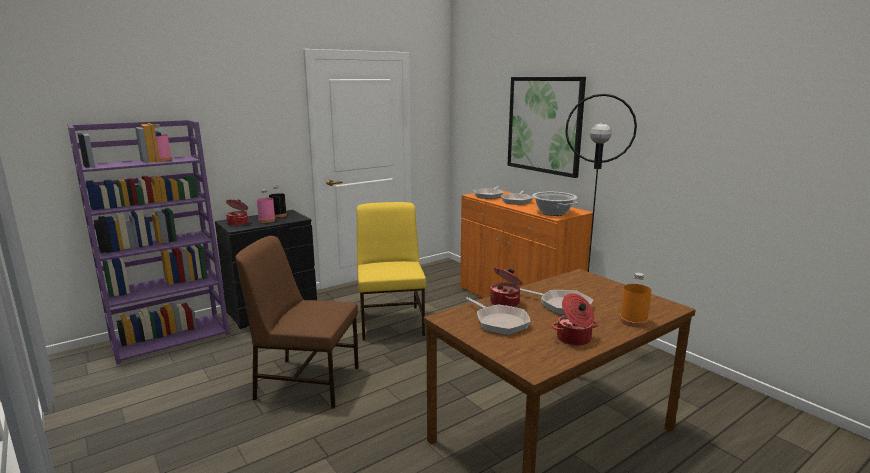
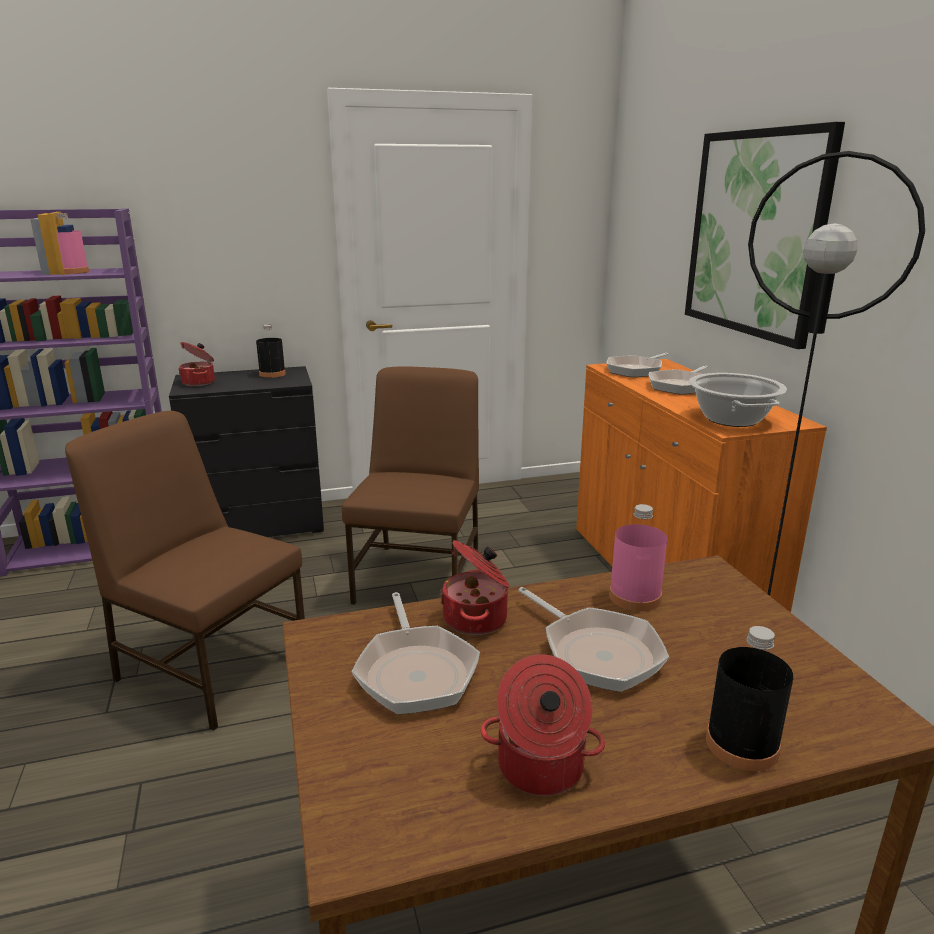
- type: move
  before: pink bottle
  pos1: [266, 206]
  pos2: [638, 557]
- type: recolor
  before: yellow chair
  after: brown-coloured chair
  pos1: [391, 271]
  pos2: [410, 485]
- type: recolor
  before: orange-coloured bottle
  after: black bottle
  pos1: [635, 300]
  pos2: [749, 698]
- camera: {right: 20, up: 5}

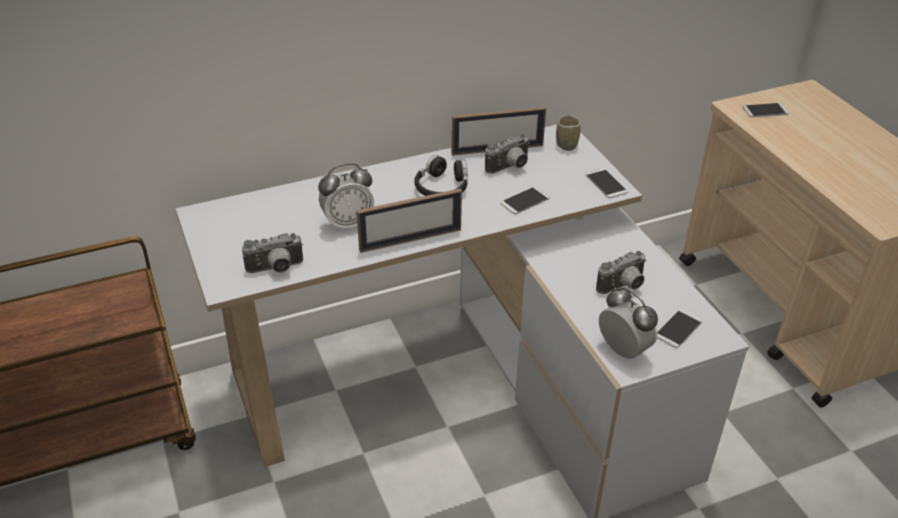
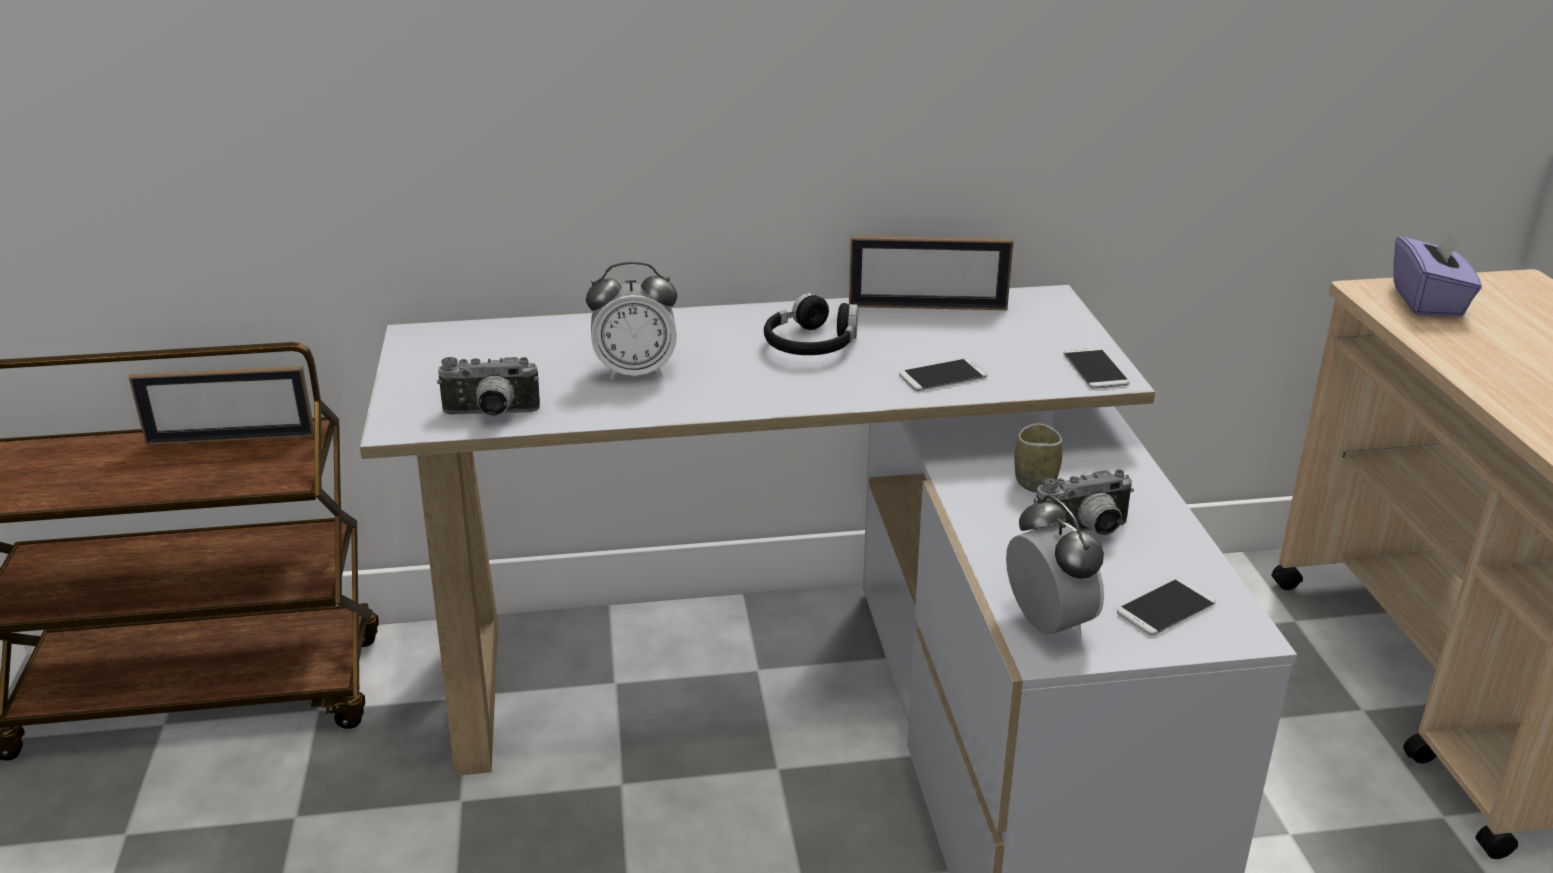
- type: replace
  before: phone
  after: purple tissue box
  pos1: [766, 110]
  pos2: [1438, 271]
- type: move
  before: small cup
  pos1: [568, 133]
  pos2: [1038, 458]
- type: delete
  before: photo camera
  pos1: [507, 154]
- type: move
  before: photo frame
  pos1: [409, 221]
  pos2: [222, 405]
- camera: {right: 15, up: -10}

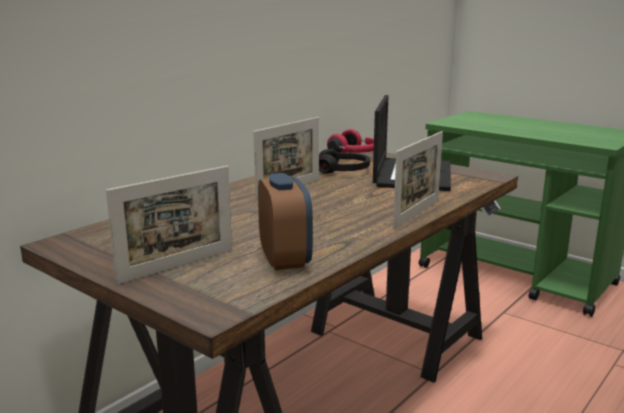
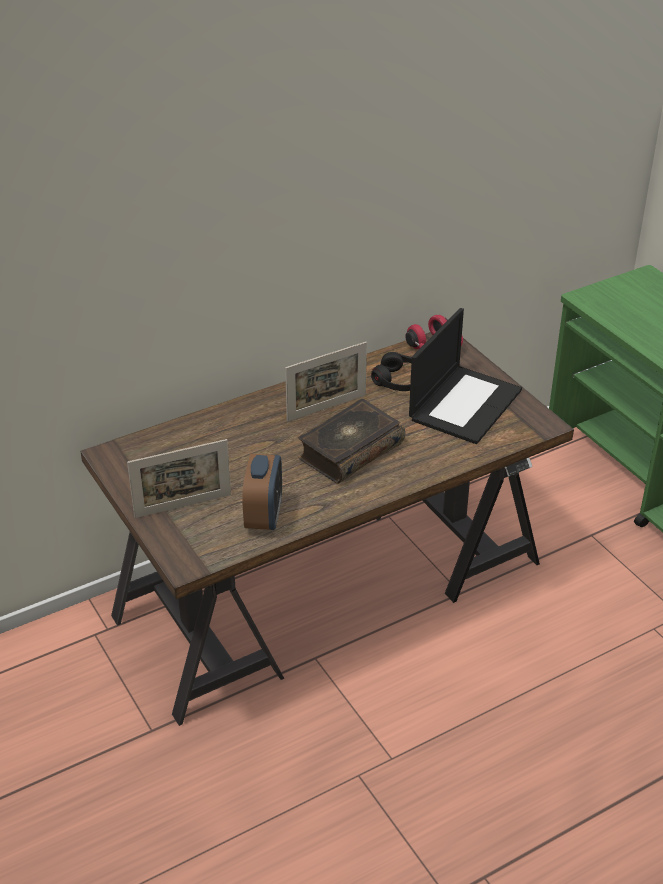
- type: delete
  before: photo frame
  pos1: [418, 180]
- type: insert
  after: volume
  pos2: [351, 441]
- camera: {right: 20, up: 20}

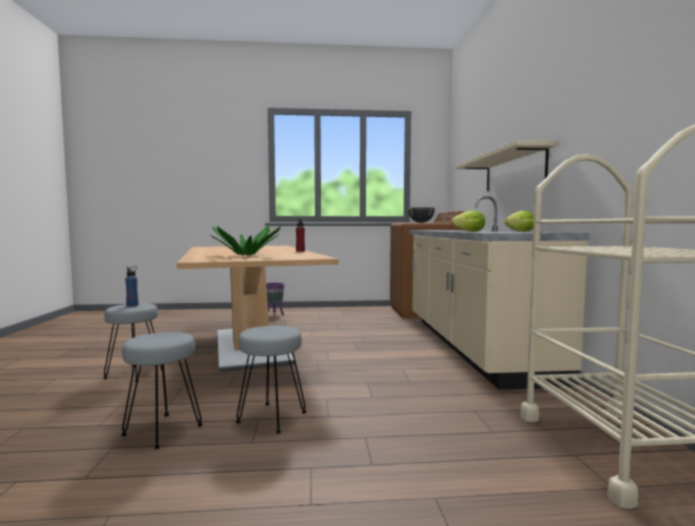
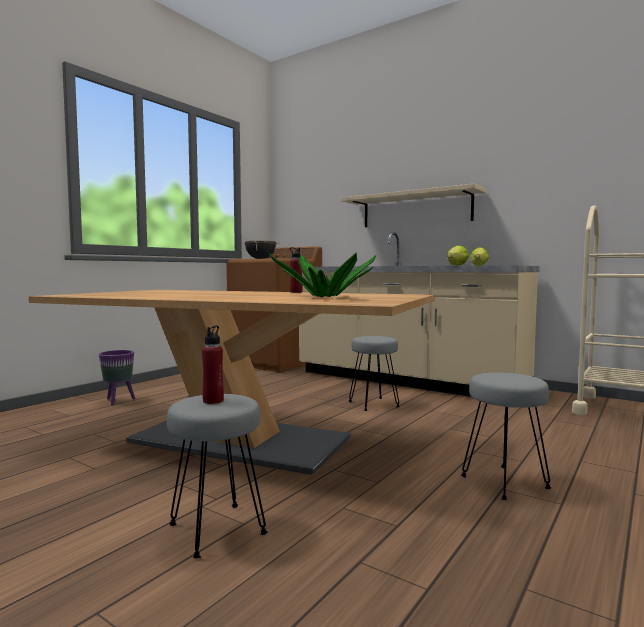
- type: recolor
  before: blue bottle
  after: red bottle
  pos1: [131, 286]
  pos2: [213, 365]
- type: move
  before: greyish stool seat
  pos1: [162, 390]
  pos2: [374, 373]
- camera: {right: -50, up: 0}

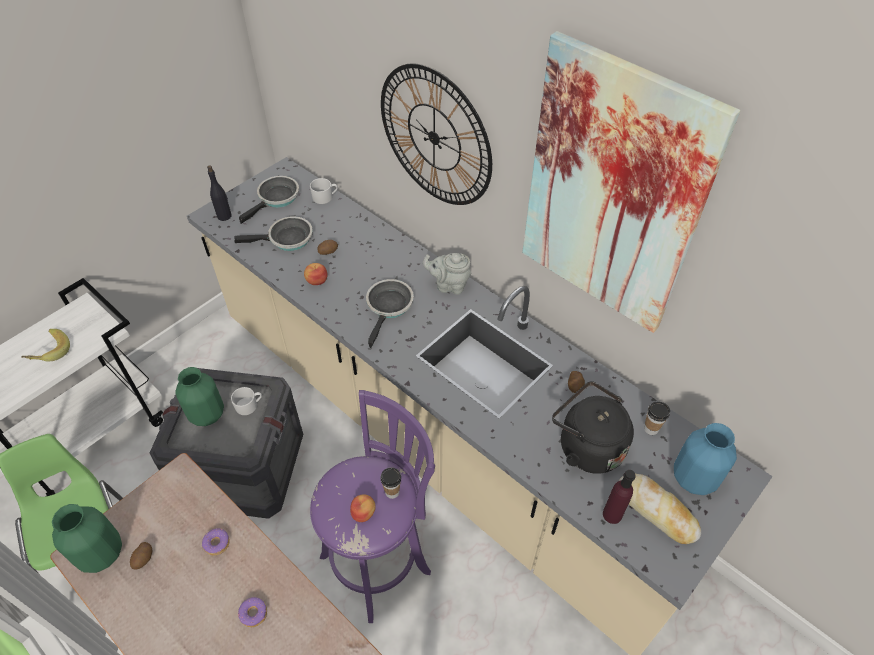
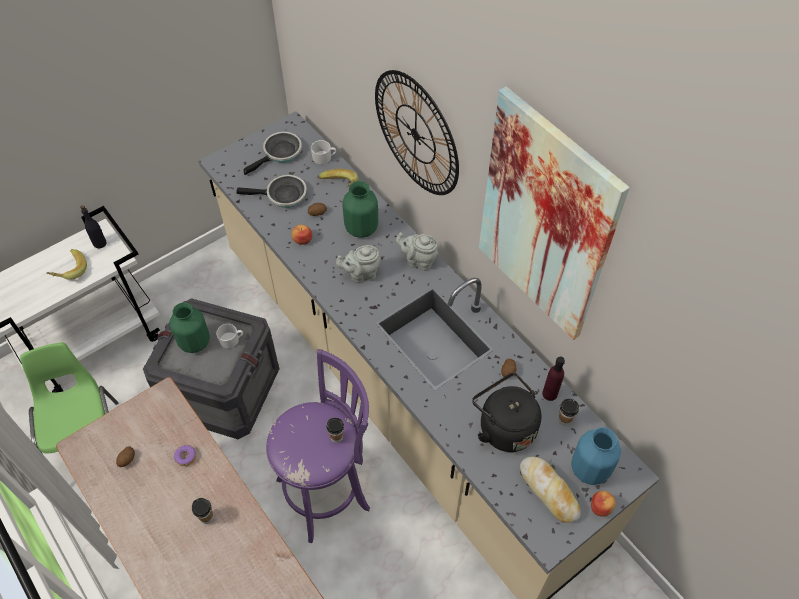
- type: move
  before: black bottle
  pos1: [219, 193]
  pos2: [93, 227]
- type: replace
  before: pan
  after: greyish teapot
  pos1: [390, 313]
  pos2: [358, 264]
- type: move
  before: purple bottle
  pos1: [619, 497]
  pos2: [553, 379]
- type: move
  before: apple fruit
  pos1: [363, 508]
  pos2: [603, 504]
- type: move
  before: green-coloured flower vase
  pos1: [87, 538]
  pos2: [360, 209]
- type: replace
  before: doughnut
  after: small cup
  pos1: [252, 612]
  pos2: [203, 511]
- type: insert
  after: whole banana
  pos2: [338, 178]
- camera: {right: 10, up: 5}

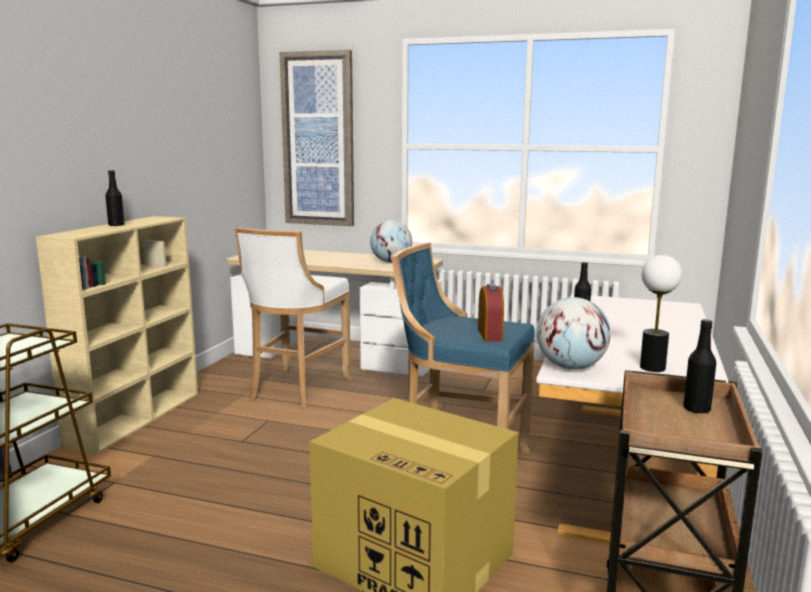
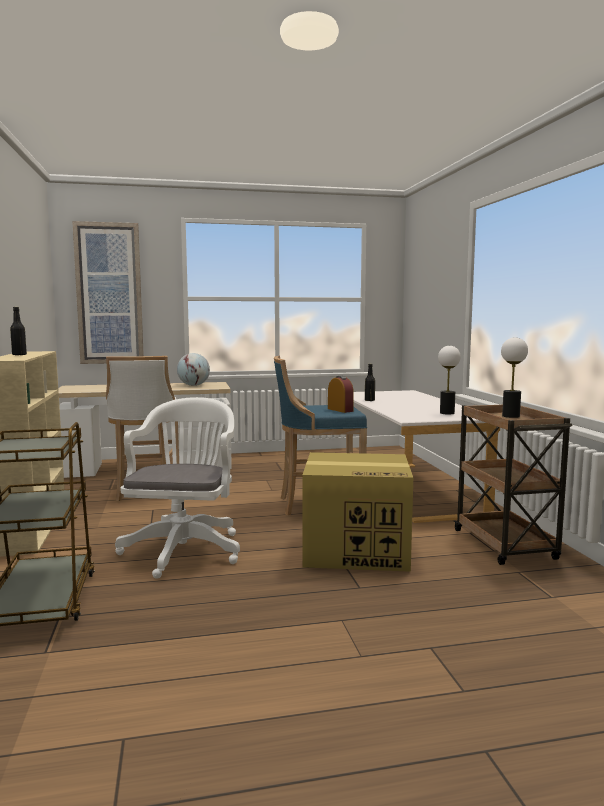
- type: delete
  before: world globe
  pos1: [574, 333]
- type: replace
  before: black bottle
  after: tabletop lamp
  pos1: [699, 366]
  pos2: [514, 377]
- type: insert
  after: white-coloured computer chair
  pos2: [177, 488]
- camera: {right: -30, up: -5}

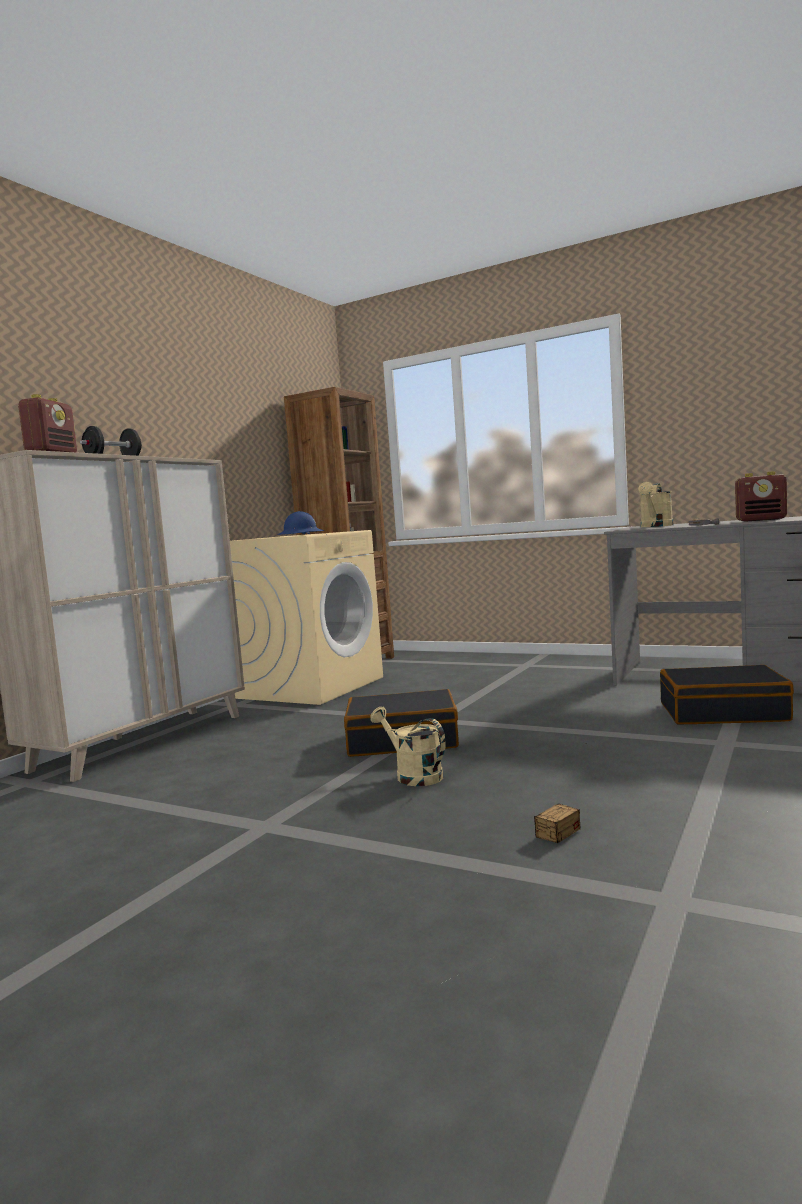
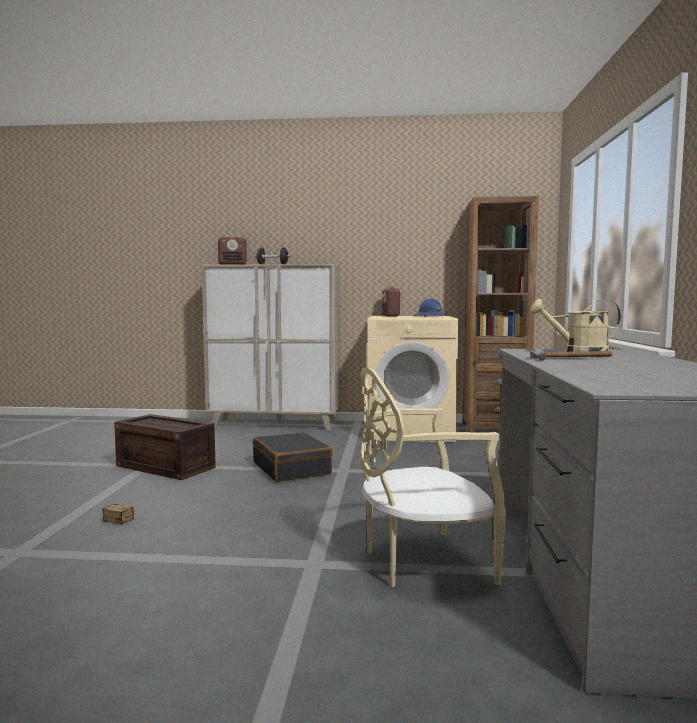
- type: move
  before: radio set
  pos1: [761, 496]
  pos2: [392, 302]
- type: replace
  before: black piece of luggage
  after: beige-coloured chair
  pos1: [727, 694]
  pos2: [433, 477]
- type: delete
  before: beige-coloured watering pot
  pos1: [408, 746]
- type: insert
  after: crate
  pos2: [165, 447]
- camera: {right: 65, up: 0}

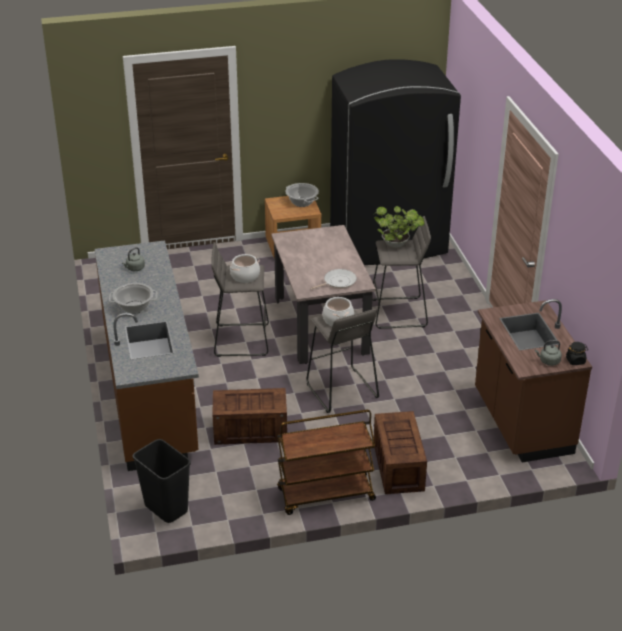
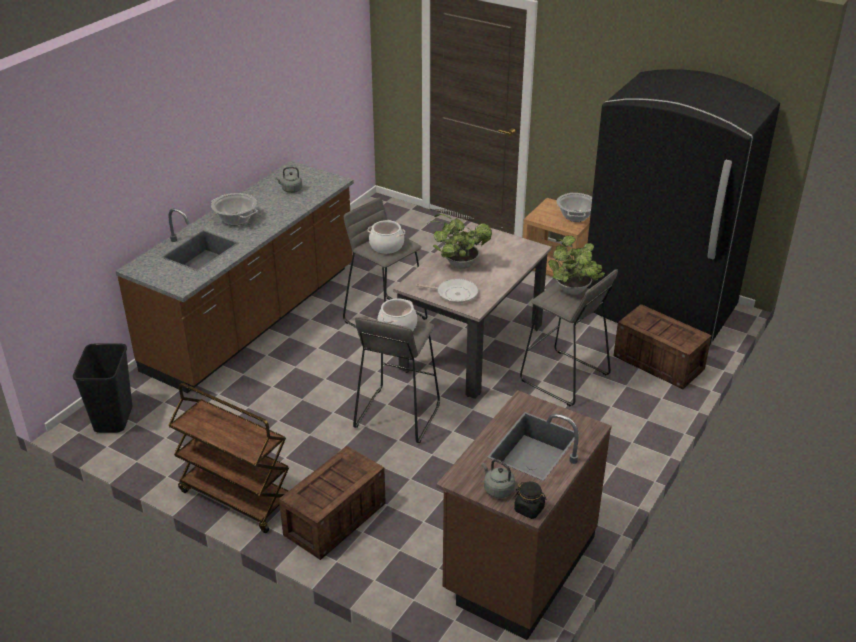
- type: move
  before: crate
  pos1: [249, 416]
  pos2: [662, 346]
- type: insert
  after: houseplant
  pos2: [460, 241]
- camera: {right: 45, up: 0}

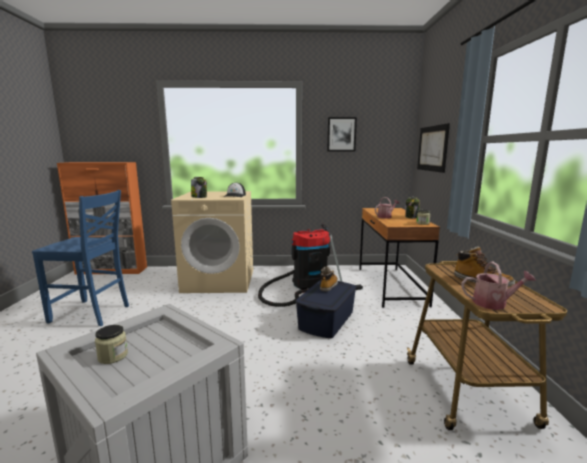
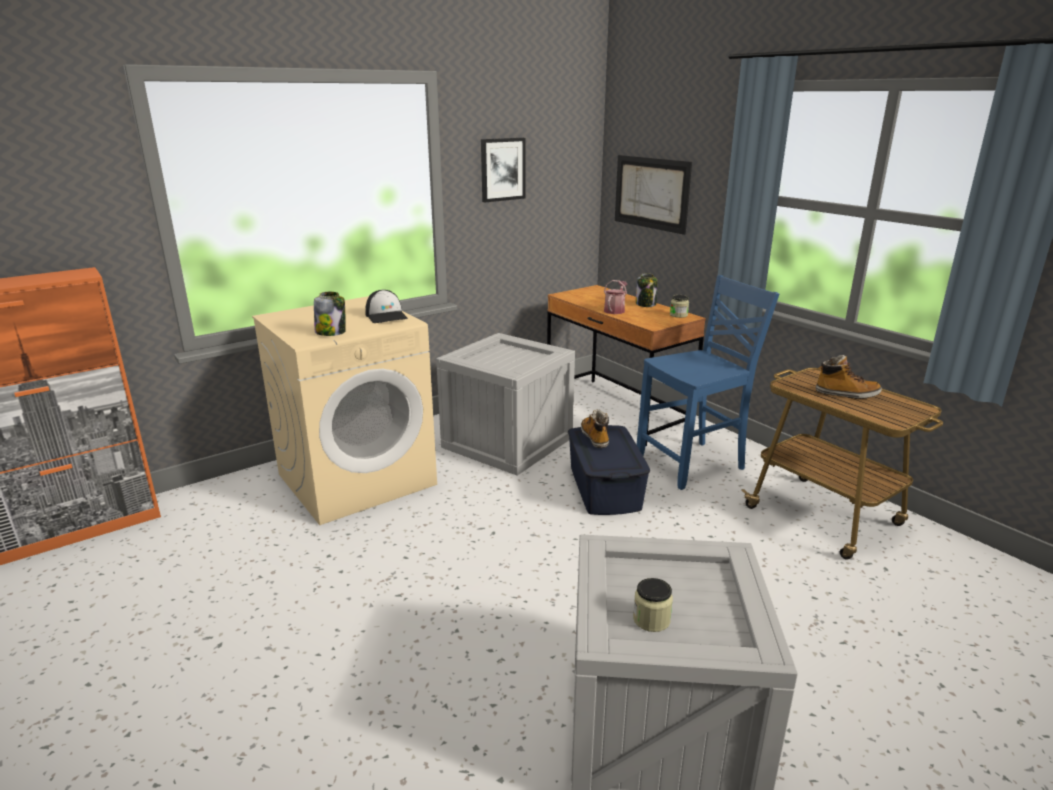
- type: move
  before: blue chair
  pos1: [80, 258]
  pos2: [708, 382]
- type: replace
  before: vacuum
  after: crate
  pos1: [310, 265]
  pos2: [505, 404]
- type: delete
  before: watering pot
  pos1: [498, 285]
- camera: {right: -35, up: 10}

